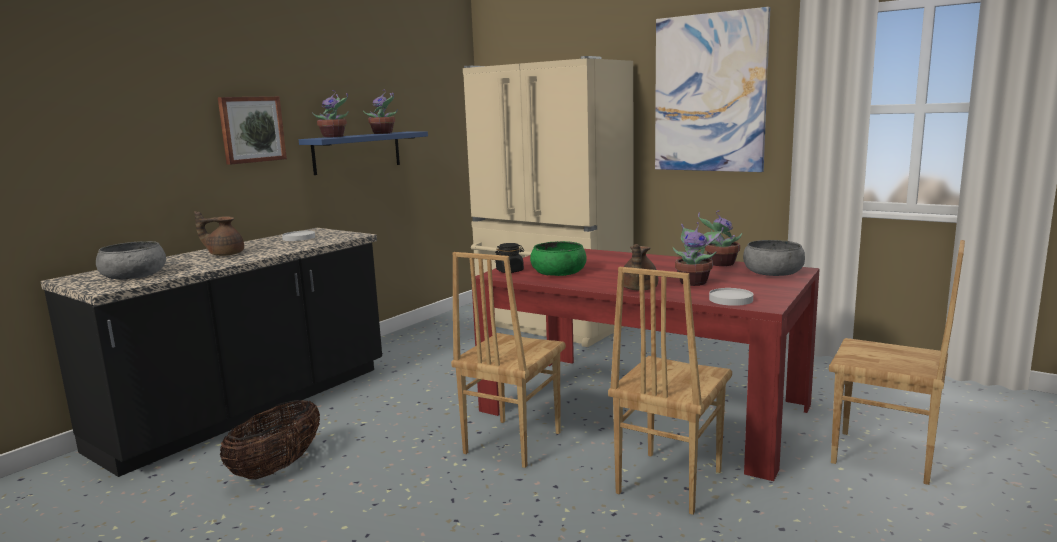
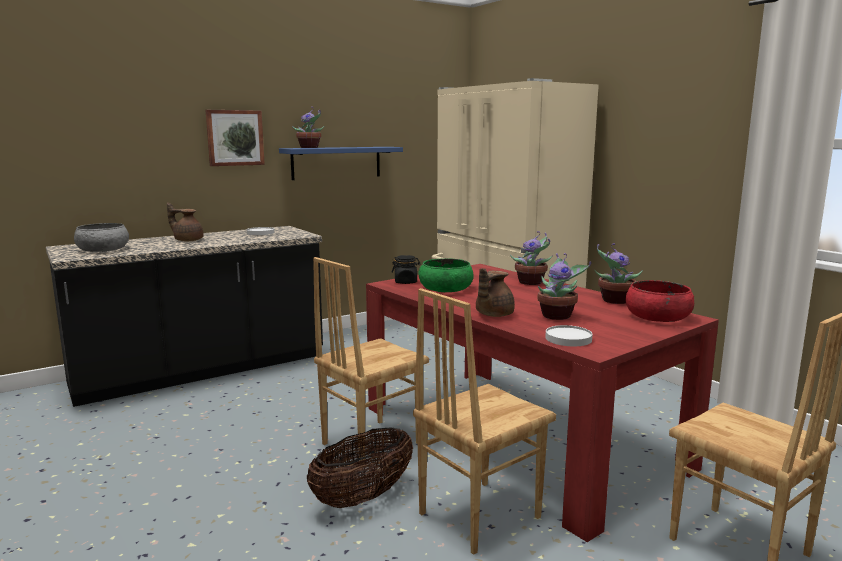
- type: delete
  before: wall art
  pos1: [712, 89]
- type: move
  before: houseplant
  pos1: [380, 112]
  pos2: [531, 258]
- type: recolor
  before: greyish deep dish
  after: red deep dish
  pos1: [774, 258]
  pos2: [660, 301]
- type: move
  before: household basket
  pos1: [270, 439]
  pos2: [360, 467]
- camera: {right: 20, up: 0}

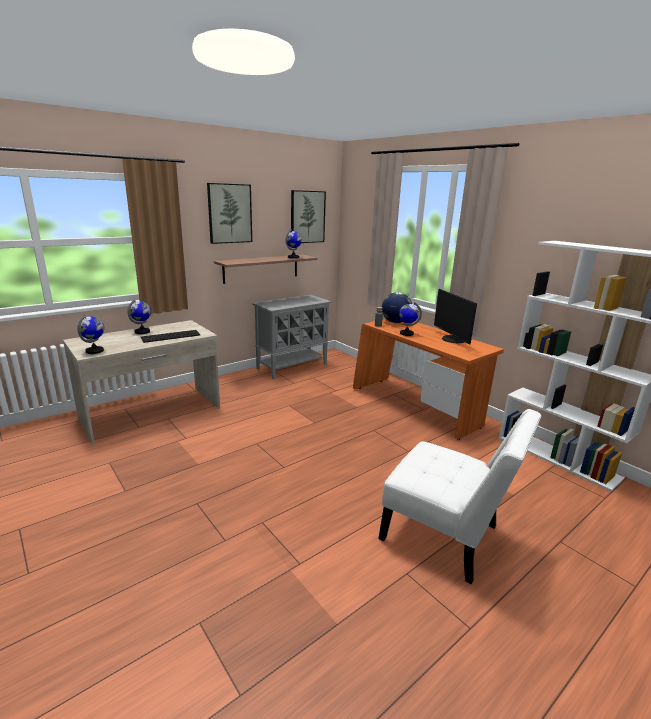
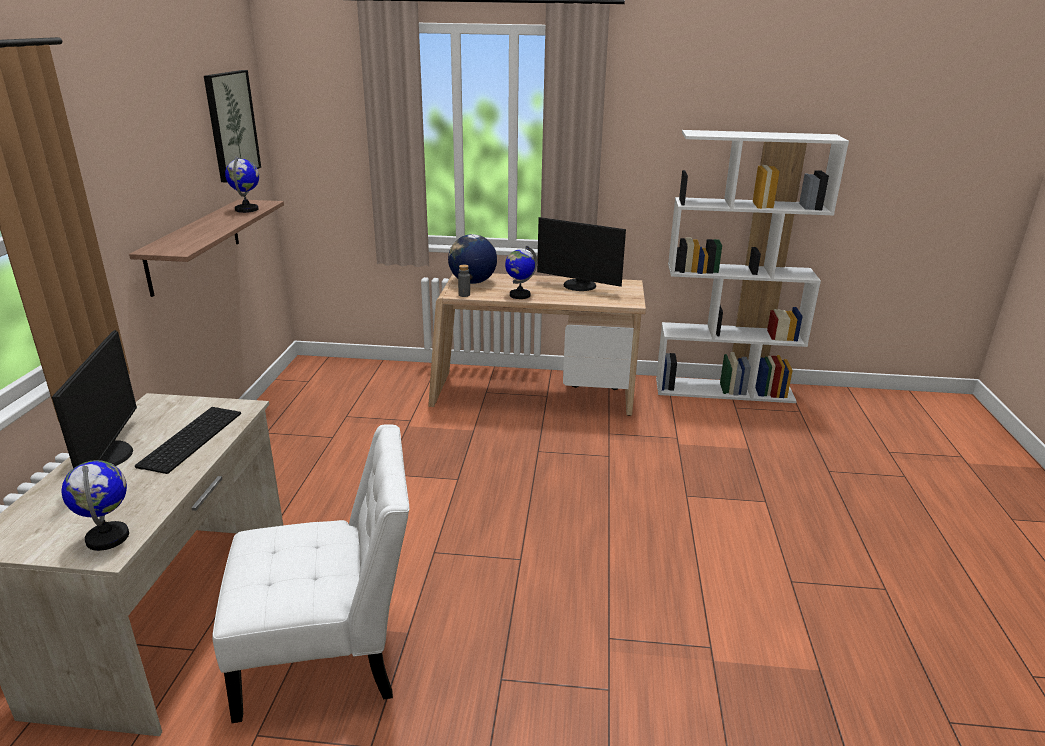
- type: delete
  before: wall art
  pos1: [229, 213]
- type: delete
  before: greyish cabinet
  pos1: [292, 337]
- type: replace
  before: world globe
  after: monitor
  pos1: [139, 317]
  pos2: [94, 399]
- type: recolor
  before: orange-coloured desk
  after: beige-coloured desk
  pos1: [428, 379]
  pos2: [537, 344]
- type: move
  before: white-coloured chair
  pos1: [460, 496]
  pos2: [310, 573]
- camera: {right: -45, up: 5}

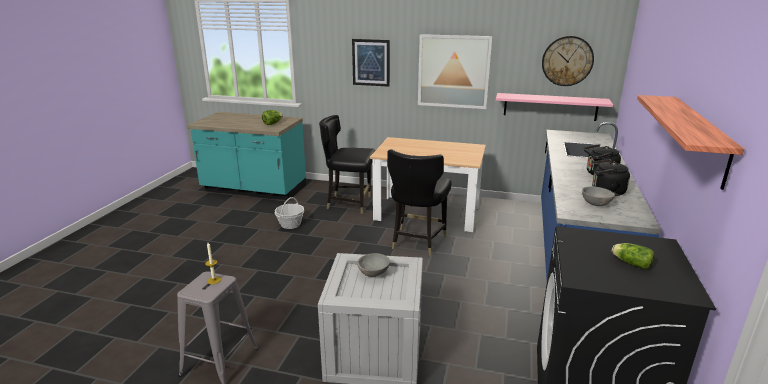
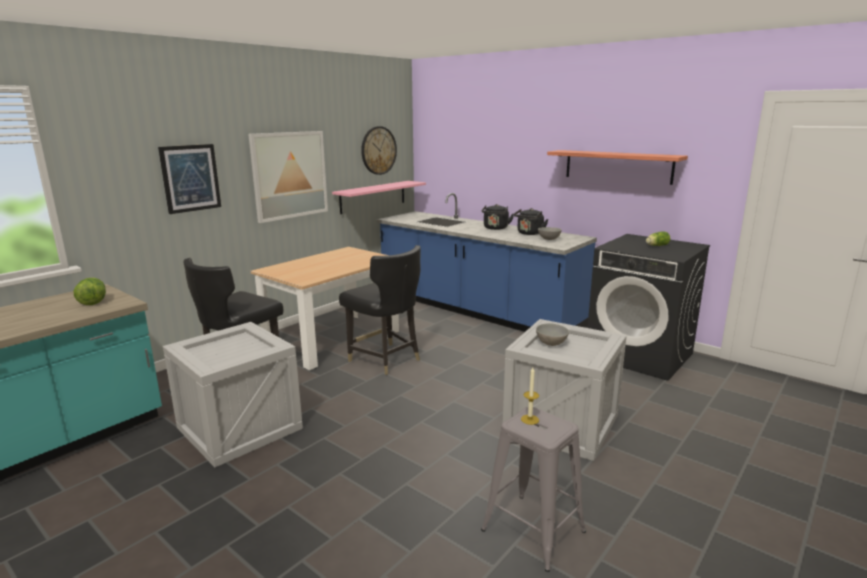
- type: replace
  before: household basket
  after: crate
  pos1: [289, 213]
  pos2: [233, 394]
- camera: {right: -65, up: -5}

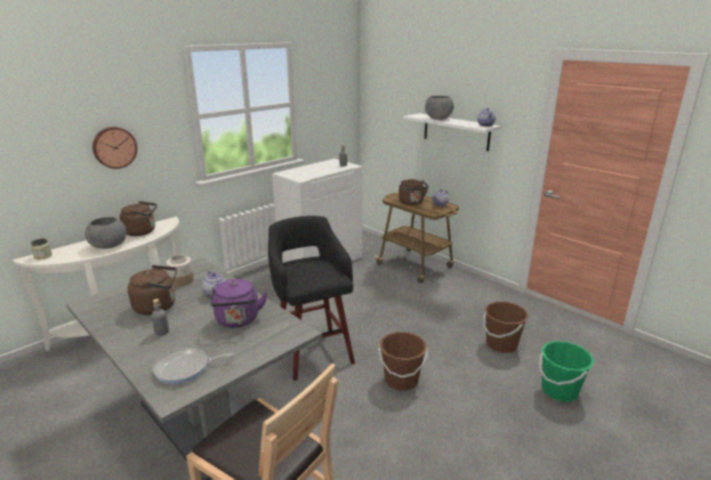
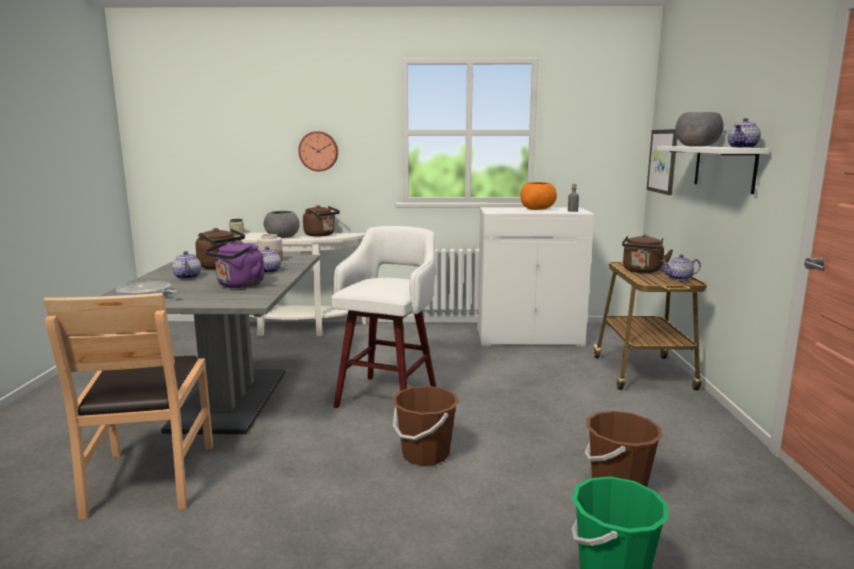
- type: recolor
  before: black stool seat
  after: white-coloured stool seat
  pos1: [311, 298]
  pos2: [383, 317]
- type: replace
  before: greyish bottle
  after: teapot
  pos1: [160, 317]
  pos2: [186, 265]
- type: insert
  after: wall art
  pos2: [662, 162]
- type: insert
  after: orange-coloured deep dish
  pos2: [538, 196]
- camera: {right: 45, up: -10}

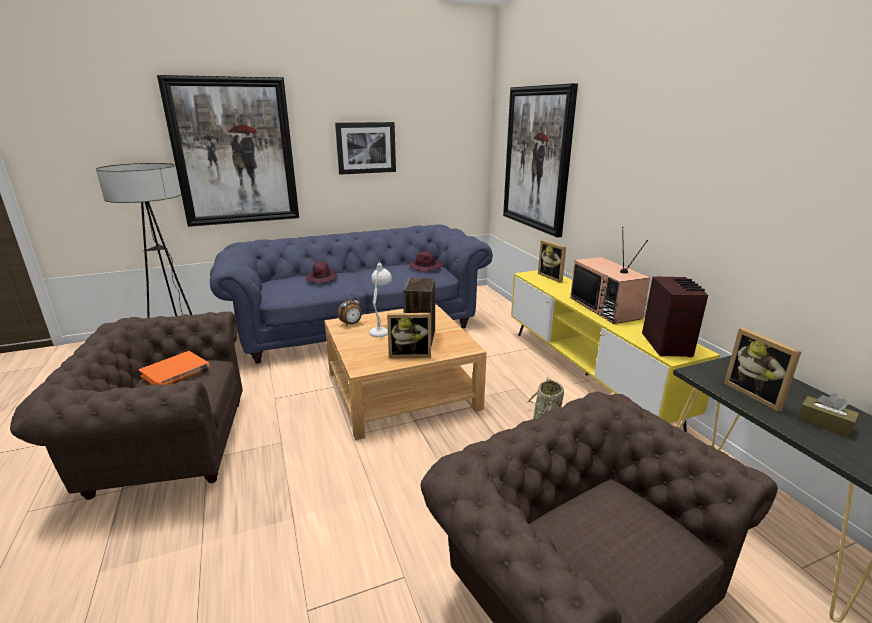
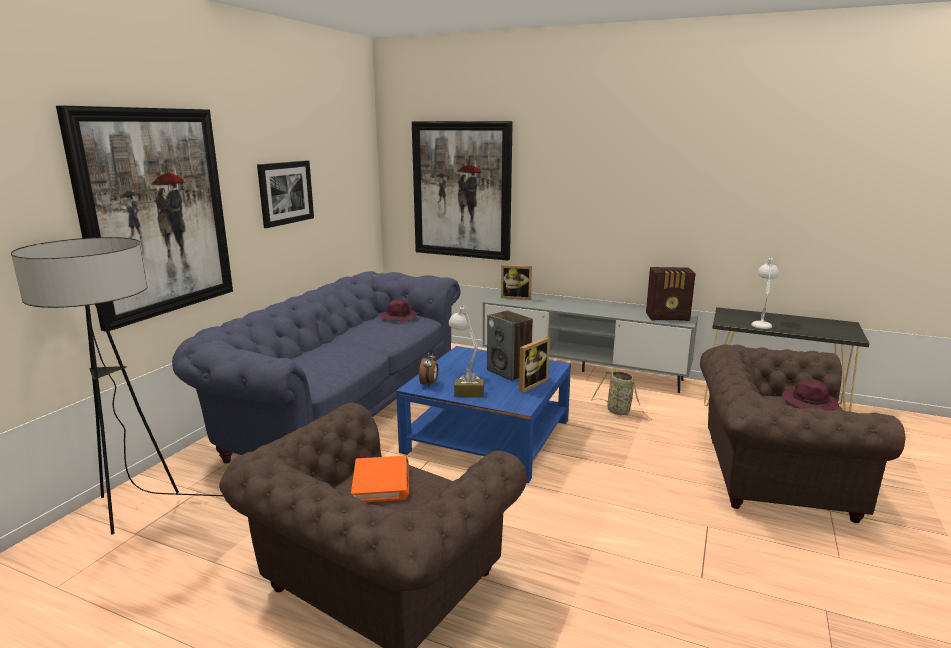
- type: delete
  before: TV
  pos1: [610, 275]
- type: move
  before: purple hat
  pos1: [322, 272]
  pos2: [810, 394]
- type: recolor
  before: yellow tv stand
  after: greyish tv stand
  pos1: [615, 351]
  pos2: [590, 342]
- type: rotate
  before: radio set
  pos1: [675, 316]
  pos2: [671, 294]
  turn: 135
- type: recolor
  before: beige-coloured lounge table
  after: blue lounge table
  pos1: [405, 372]
  pos2: [483, 414]
- type: replace
  before: photo frame
  after: white-coloured tabletop lamp
  pos1: [762, 370]
  pos2: [765, 293]
- type: move
  before: brown-coloured tissue box
  pos1: [828, 415]
  pos2: [469, 384]
- camera: {right: -45, up: -5}

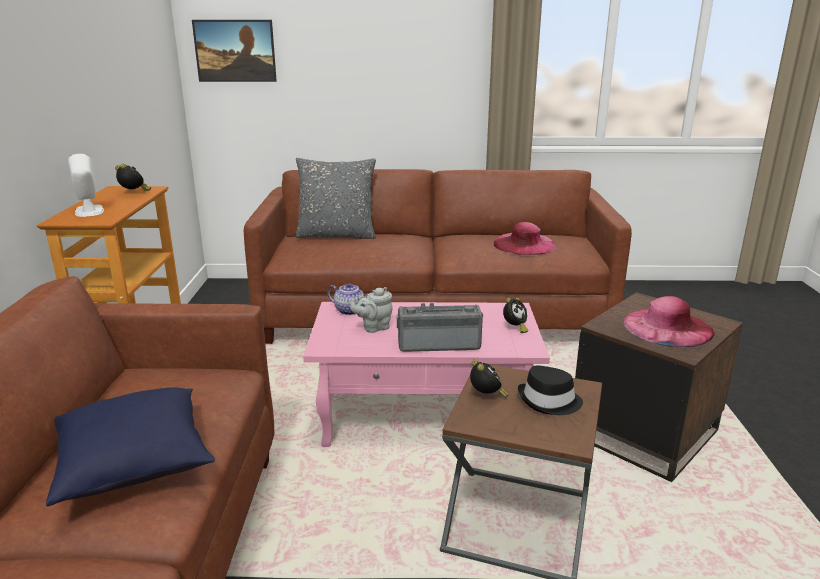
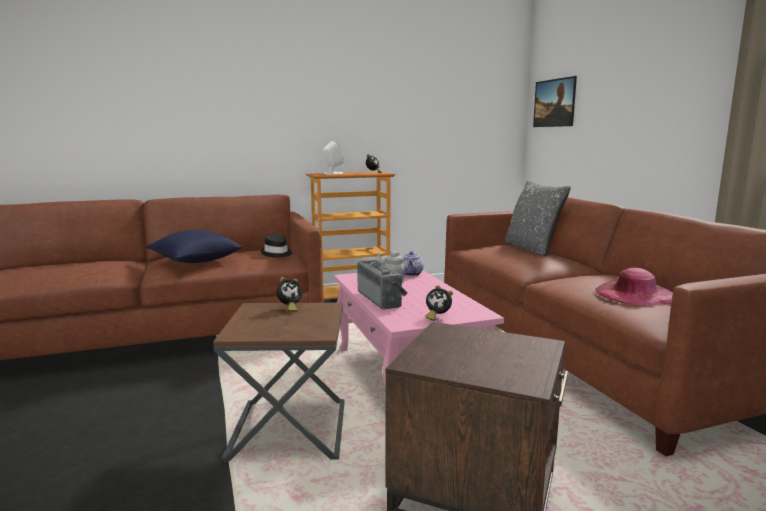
- type: delete
  before: pink hat
  pos1: [669, 321]
- type: move
  before: black hat
  pos1: [550, 390]
  pos2: [276, 246]
- camera: {right: 70, up: -10}

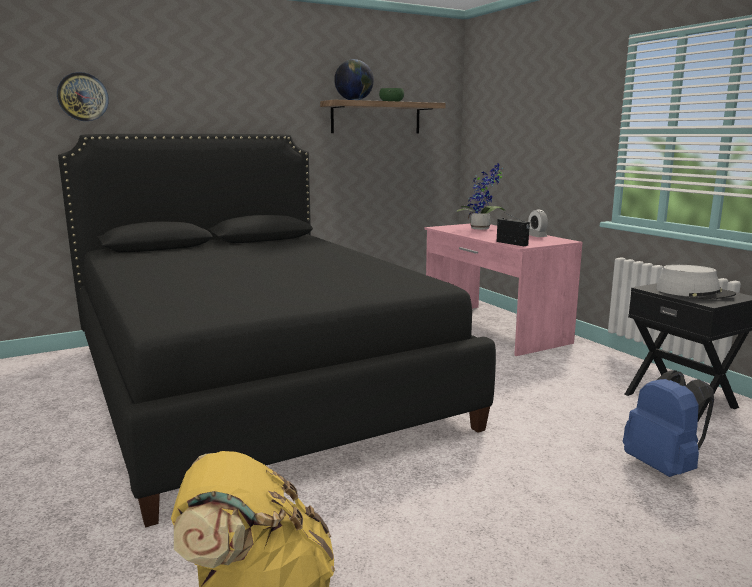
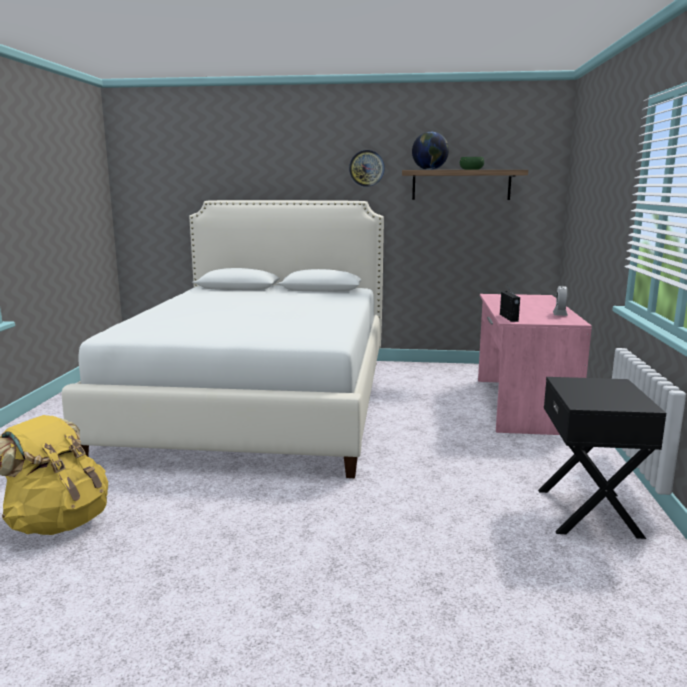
- type: move
  before: clock on the wall
  pos1: [83, 96]
  pos2: [367, 168]
- type: recolor
  before: black bedroom bed
  after: white-coloured bedroom bed
  pos1: [277, 330]
  pos2: [223, 339]
- type: delete
  before: houseplant
  pos1: [480, 197]
- type: delete
  before: greyish hat
  pos1: [696, 282]
- type: delete
  before: blue rucksack
  pos1: [668, 423]
- camera: {right: 35, up: 0}

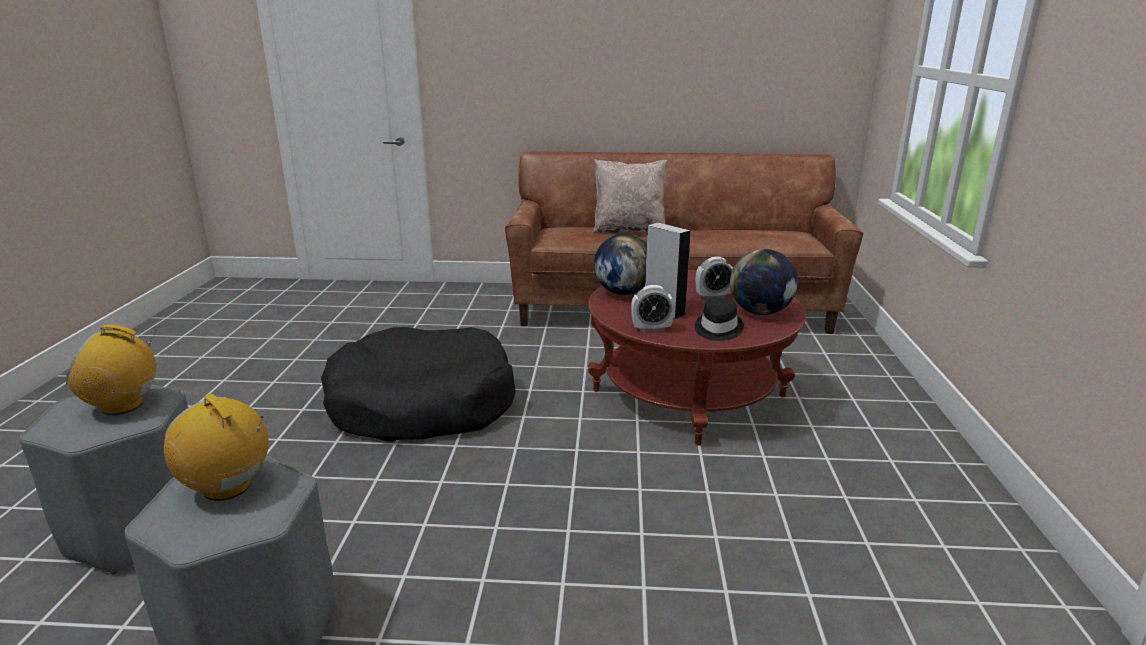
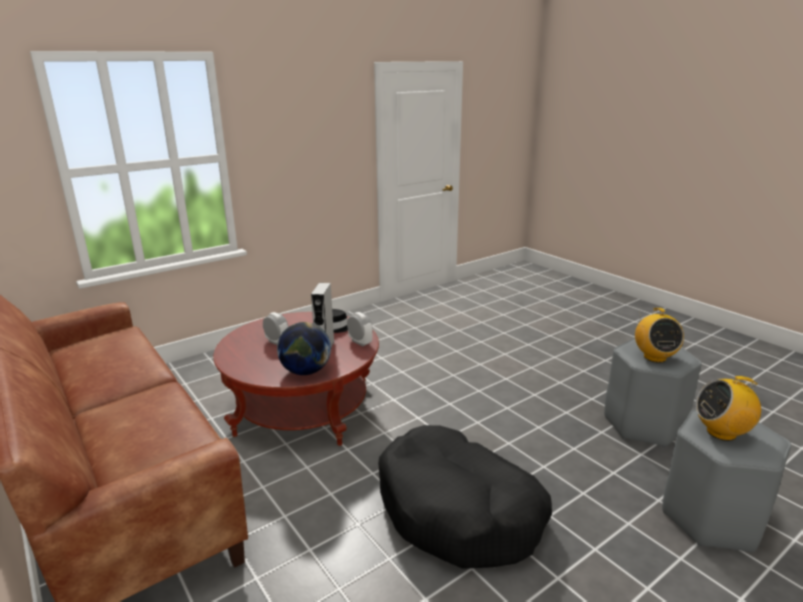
- type: delete
  before: beige-coloured cushion
  pos1: [629, 196]
- type: delete
  before: world globe
  pos1: [764, 282]
- type: rotate
  before: radio set
  pos1: [111, 370]
  pos2: [728, 408]
  turn: 135
- camera: {right: -130, up: 0}

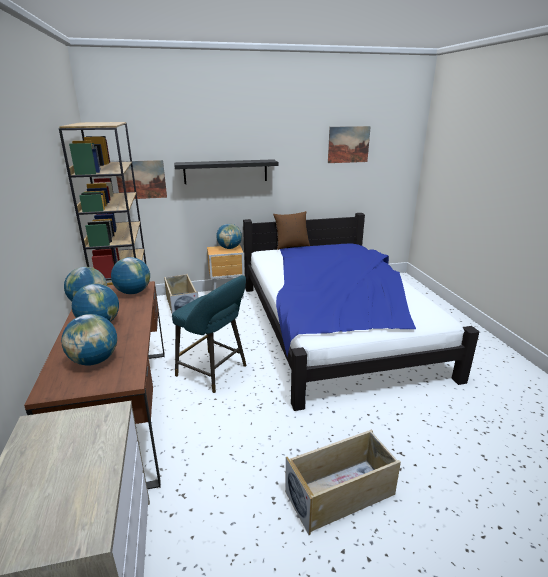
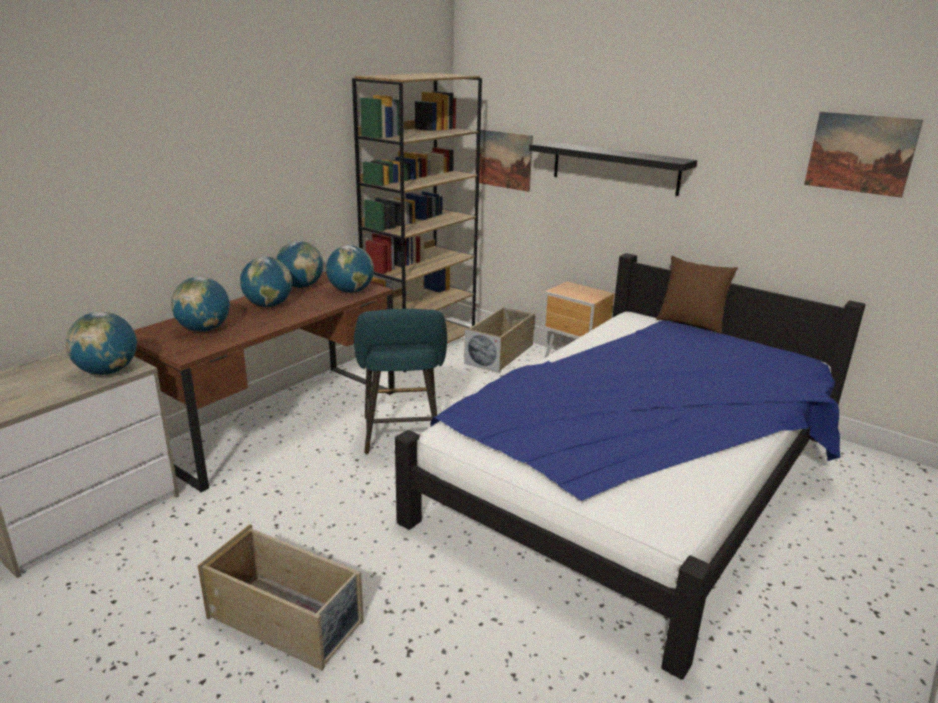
- type: move
  before: world globe
  pos1: [229, 236]
  pos2: [101, 343]
- camera: {right: 50, up: 0}

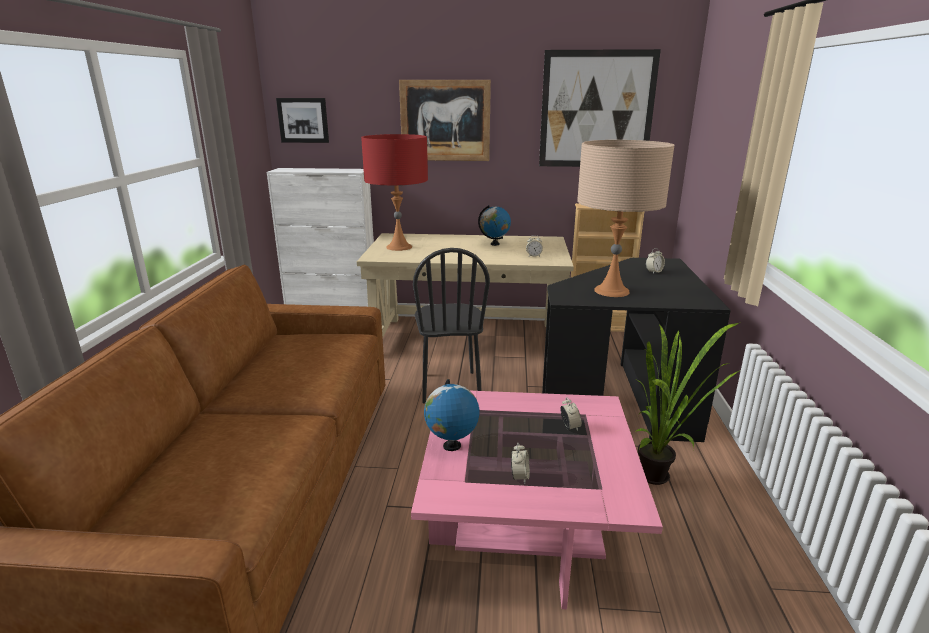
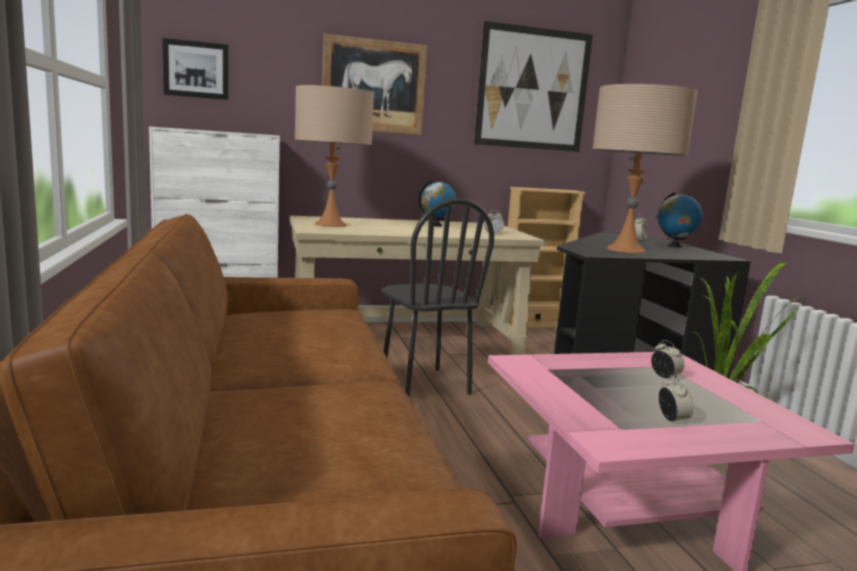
- type: recolor
  before: red tabletop lamp
  after: beige-coloured tabletop lamp
  pos1: [394, 192]
  pos2: [334, 156]
- type: move
  before: world globe
  pos1: [451, 415]
  pos2: [680, 219]
- camera: {right: -20, up: -10}

